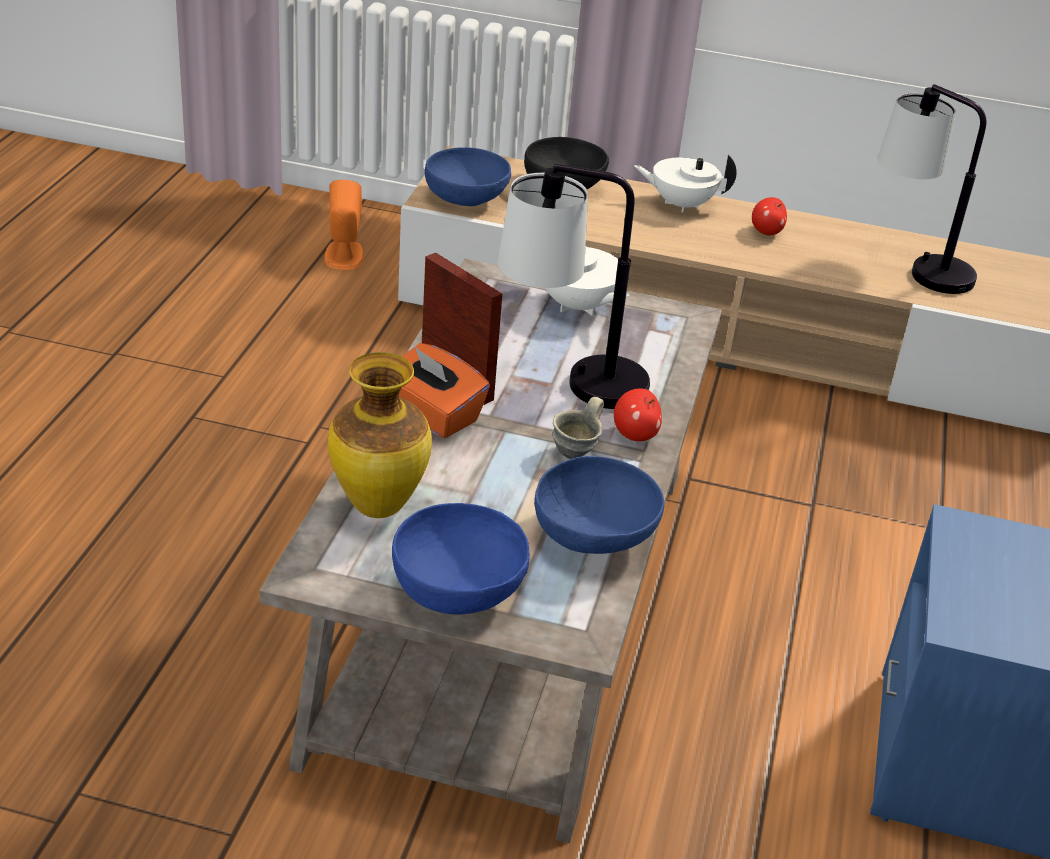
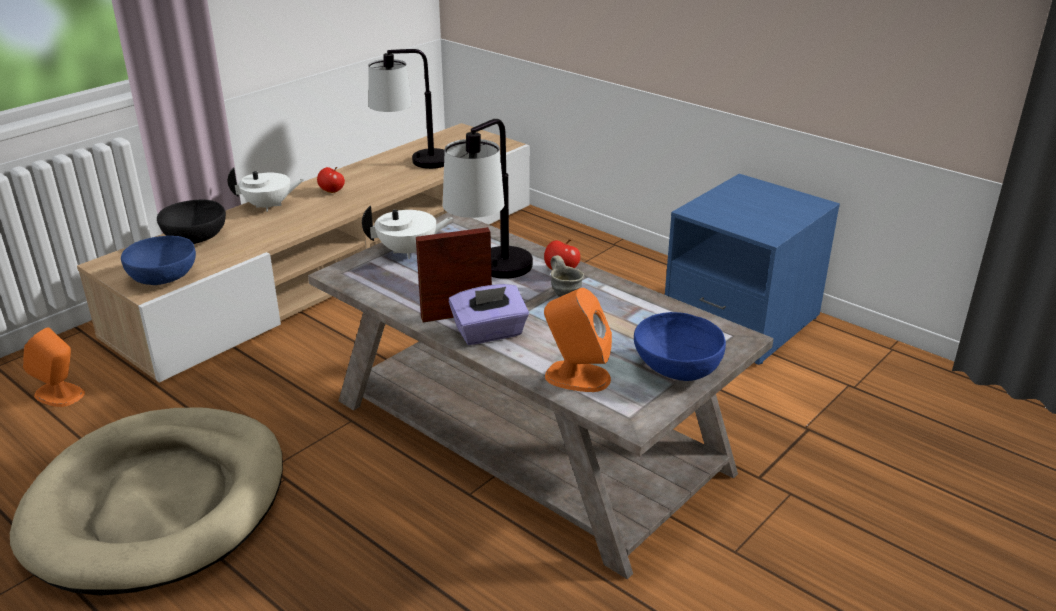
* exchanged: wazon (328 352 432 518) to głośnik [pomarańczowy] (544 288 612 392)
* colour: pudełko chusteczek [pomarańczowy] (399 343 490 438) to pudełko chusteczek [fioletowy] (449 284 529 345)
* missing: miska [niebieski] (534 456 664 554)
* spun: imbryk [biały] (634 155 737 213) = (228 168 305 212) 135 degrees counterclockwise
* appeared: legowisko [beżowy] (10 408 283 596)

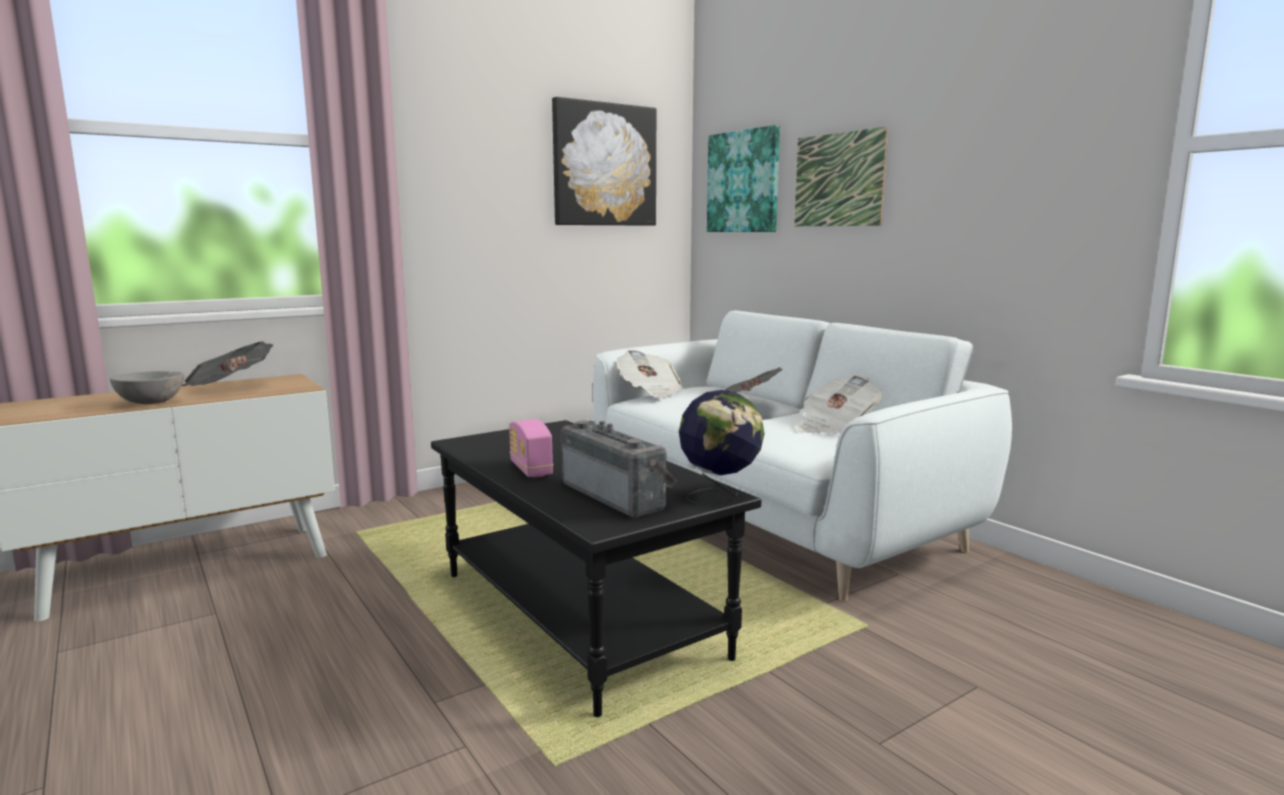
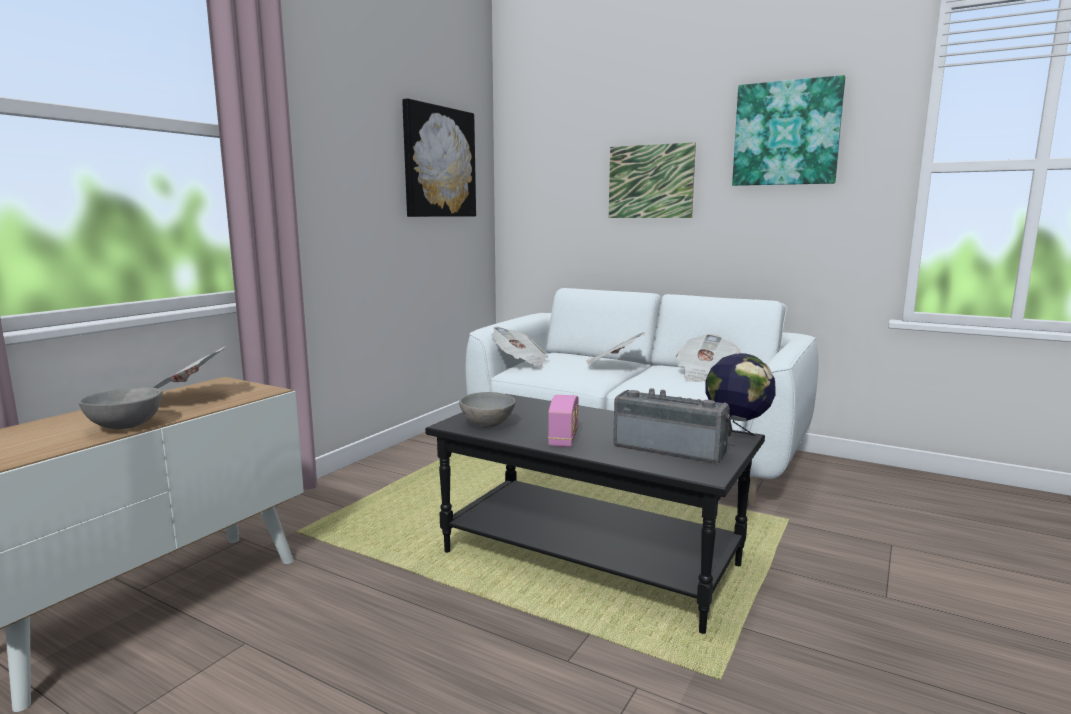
* spun: radio (509 419 553 477) = (548 395 579 447) 120 degrees counterclockwise
* relocated: obraz (707 125 780 232) to (732 75 845 186)
* appeared: miska [szary] (459 392 516 428)

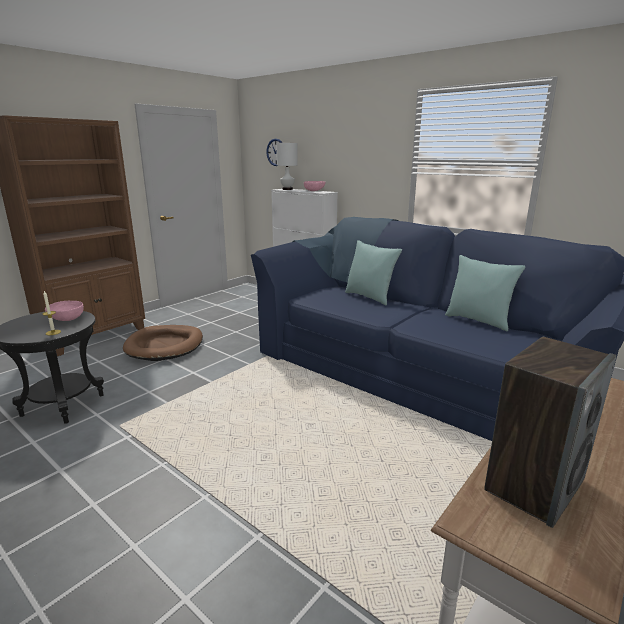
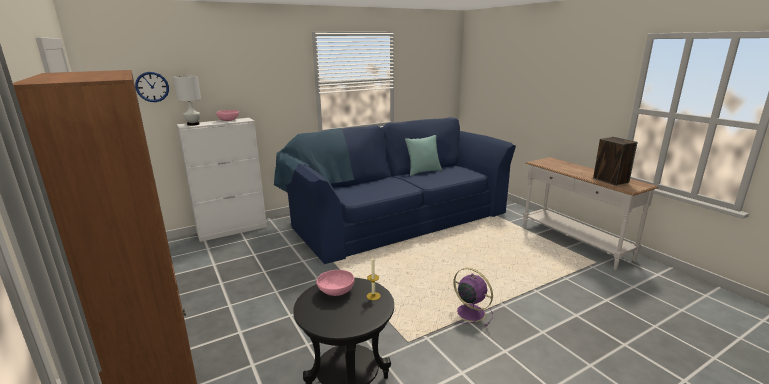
* missing: legowisko [brązowy] (123 325 203 361)
* missing: poduszka [turkusowy] (345 240 402 306)
* appeared: wentylator [fioletowy] (453 268 493 326)

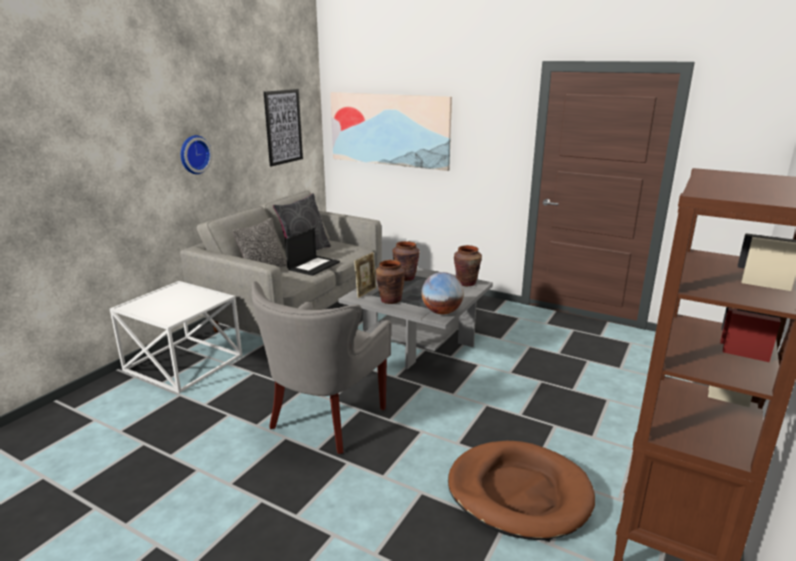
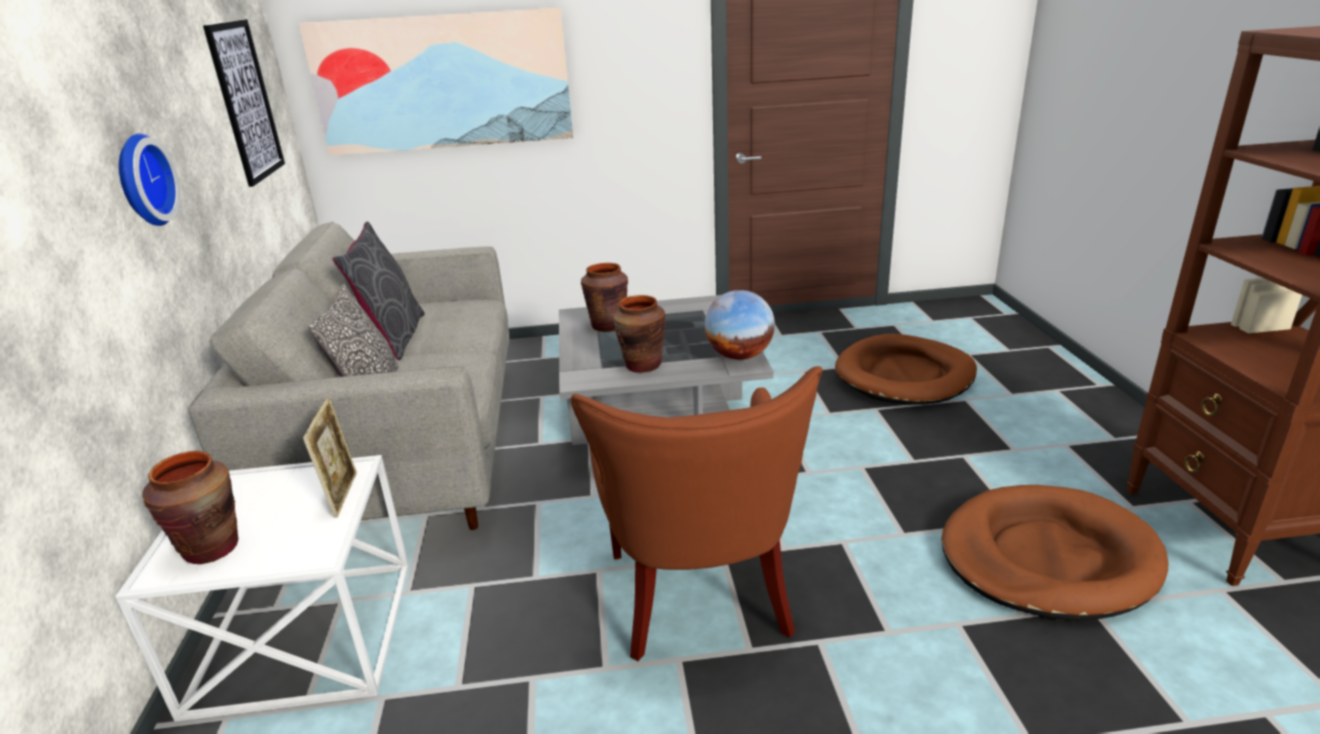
* colour: fotel [szary] (252 281 391 454) to fotel [brązowy] (571 366 822 661)
* missing: laptop (285 228 340 276)
* relocated: ramka na zdjęcie (354 252 376 298) to (303 398 357 518)
* relocated: wazon [brązowy] (454 245 482 286) to (142 451 238 564)
* appeared: legowisko [brązowy] (835 334 977 405)

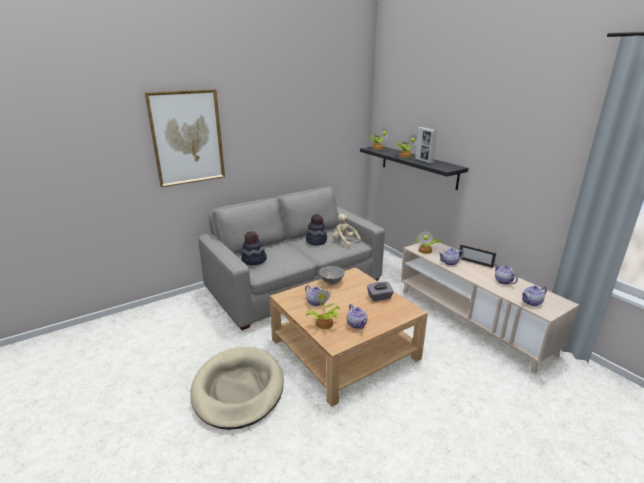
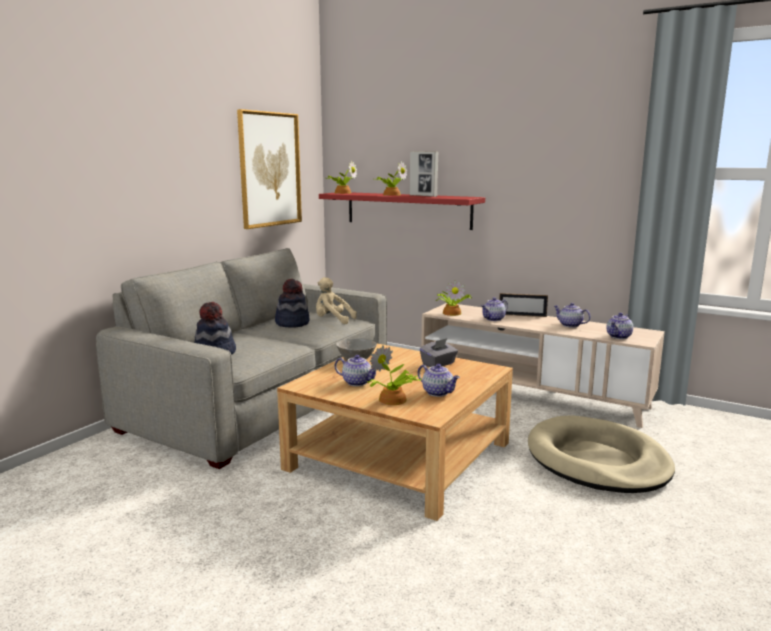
* relocated: obraz (145 89 225 187) to (237 109 302 229)
* relocated: legowisko [beżowy] (190 347 284 430) to (528 415 675 493)
* colour: półka [czarny] (360 146 469 190) to półka [czerwony] (319 192 485 230)

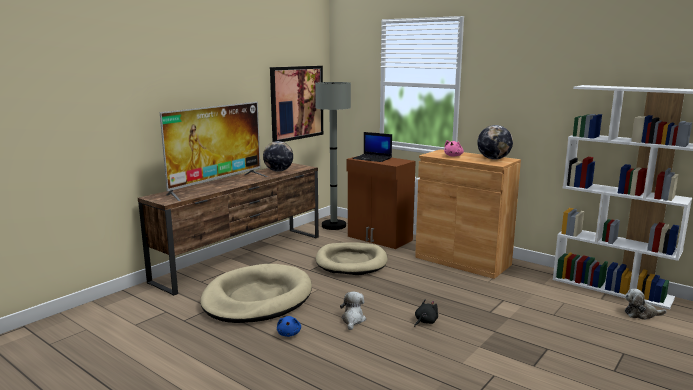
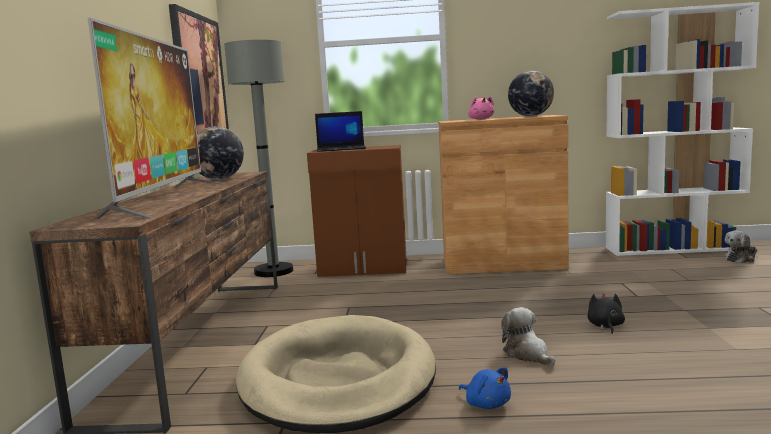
* missing: legowisko [beżowy] (316 242 388 275)

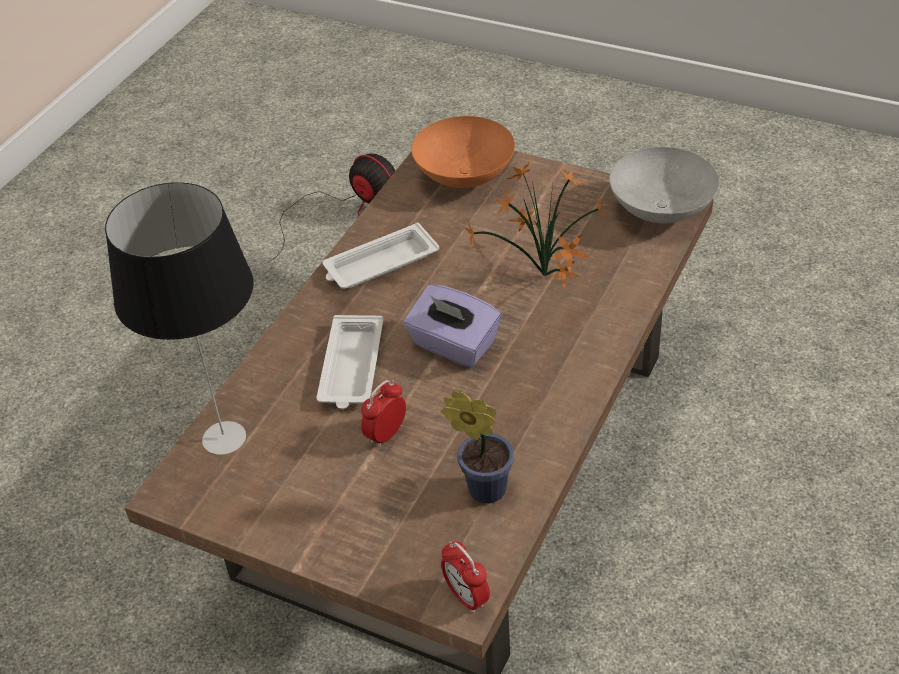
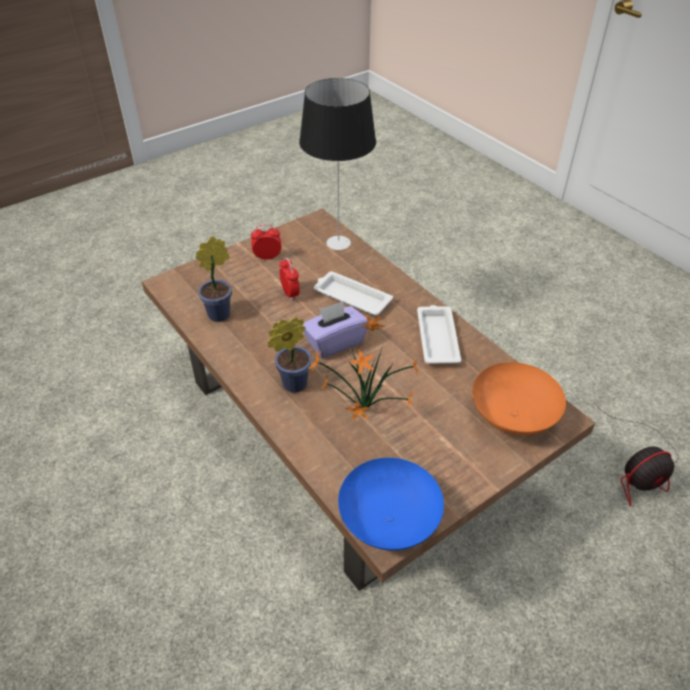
* relocated: budzik (441 541 490 613) to (251 224 282 260)
* colour: miska [szary] (609 147 719 223) to miska [niebieski] (338 458 444 551)
* appeared: roślina doniczkowa (268 317 312 393)

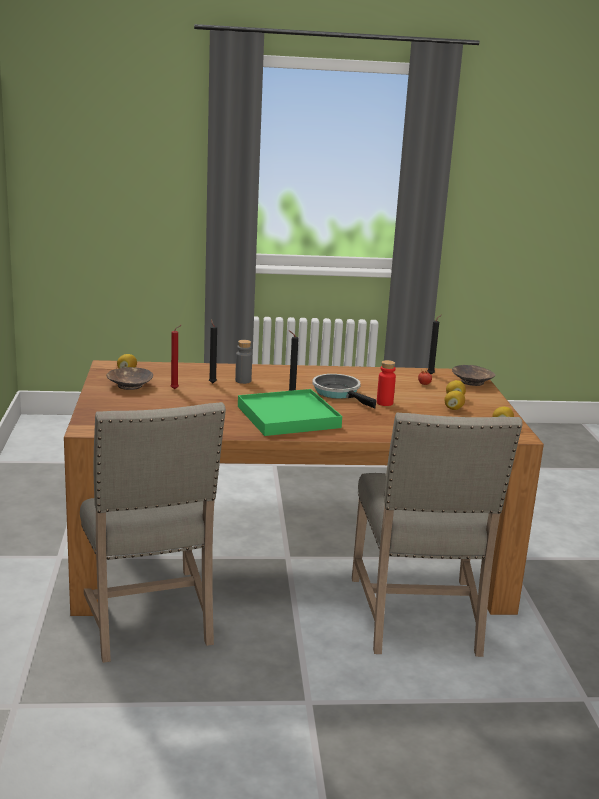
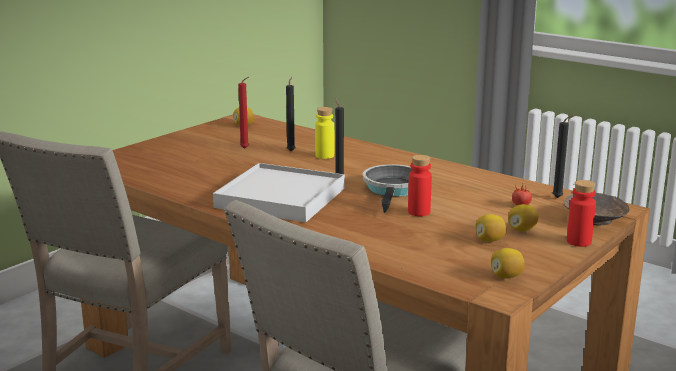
* missing: miska [brązowy] (107 367 153 390)
* colour: butelka [szary] (235 340 252 384) to butelka [żółty] (315 107 334 159)
* colour: taca [zielony] (238 389 342 436) to taca [biały] (213 163 345 222)
* appeared: butelka [czerwony] (567 180 596 247)

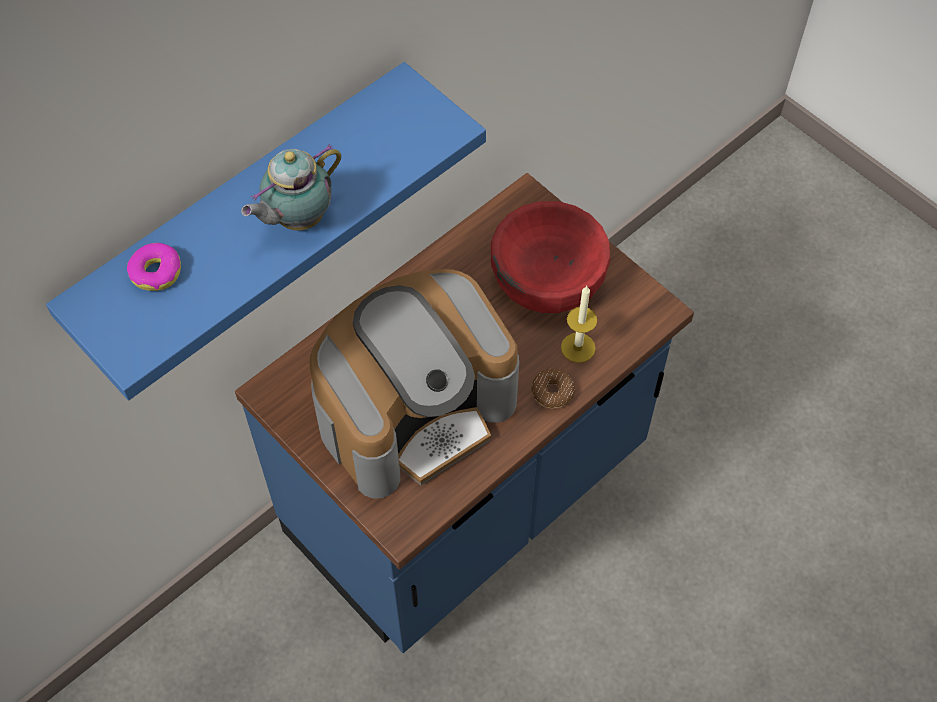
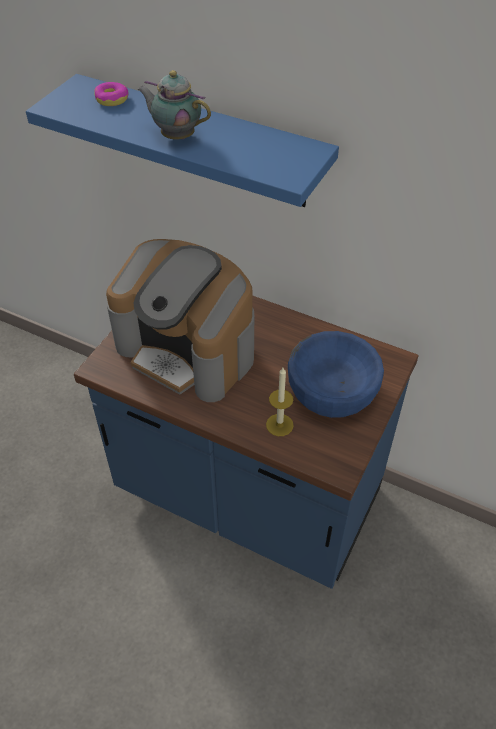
* colour: miska [czerwony] (491 201 610 313) to miska [niebieski] (288 331 384 418)
* missing: donut (531 369 575 409)

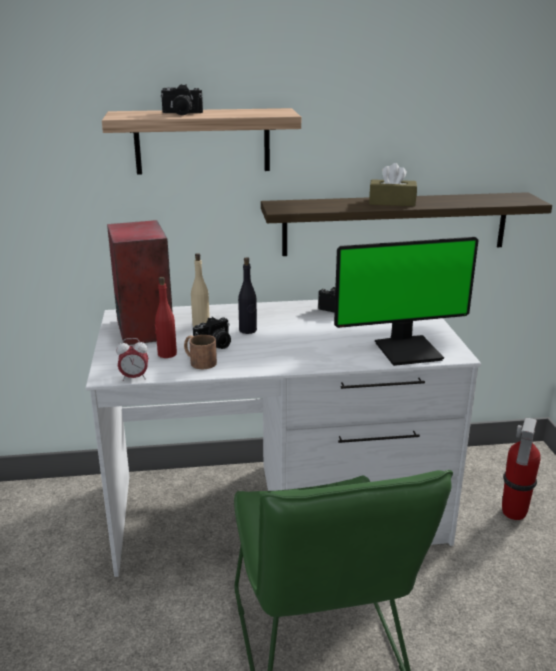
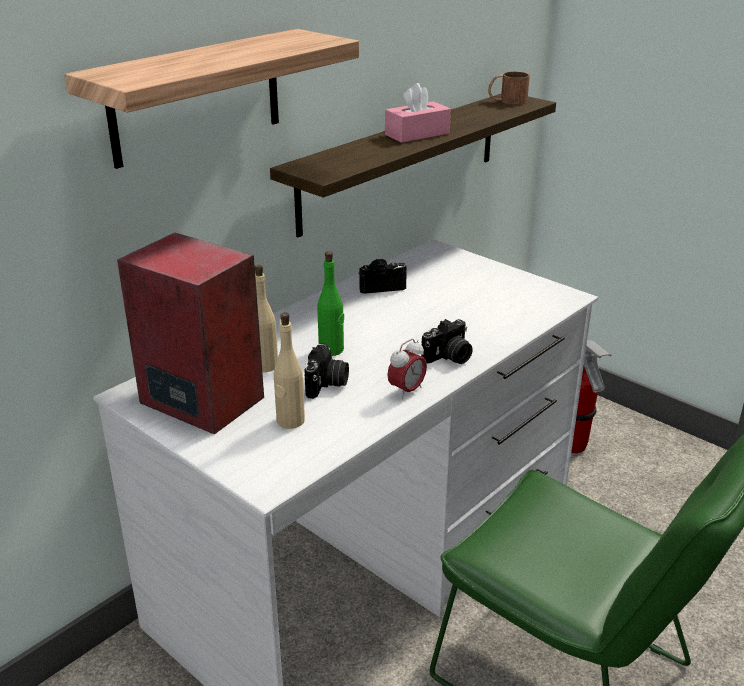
* relocated: budzik (116 338 148 381) to (387 339 427 400)
* colour: butelka [czerwony] (155 277 177 358) to butelka [beżowy] (274 313 305 429)
* relocated: aparat fotograficzny (160 84 203 115) to (421 319 473 364)
* relocated: kubek [brązowy] (184 335 217 369) to (488 72 530 105)
* colour: butelka [czarny] (238 257 257 334) to butelka [zielony] (317 251 344 356)
* missing: monitor (334 237 479 366)
* colour: pudełko chusteczek [brązowy] (369 163 417 206) to pudełko chusteczek [różowy] (385 83 451 143)

